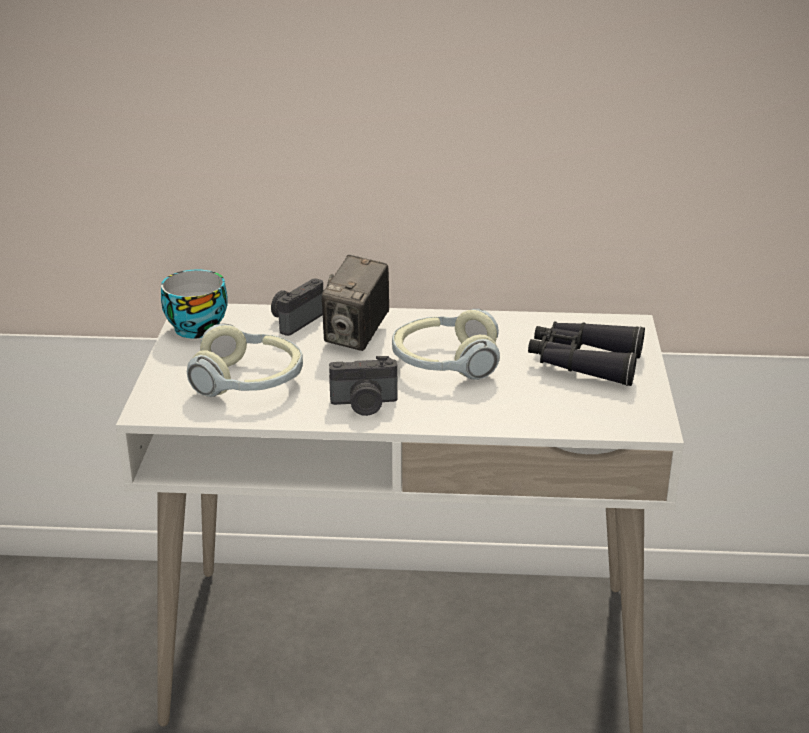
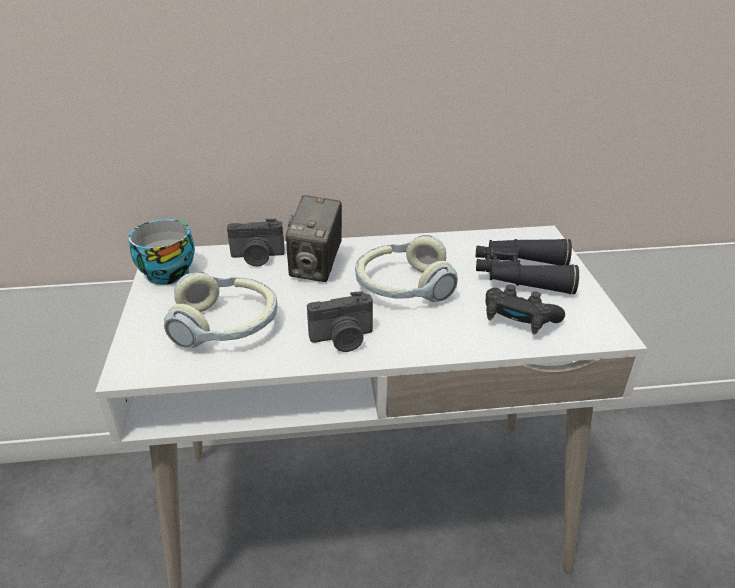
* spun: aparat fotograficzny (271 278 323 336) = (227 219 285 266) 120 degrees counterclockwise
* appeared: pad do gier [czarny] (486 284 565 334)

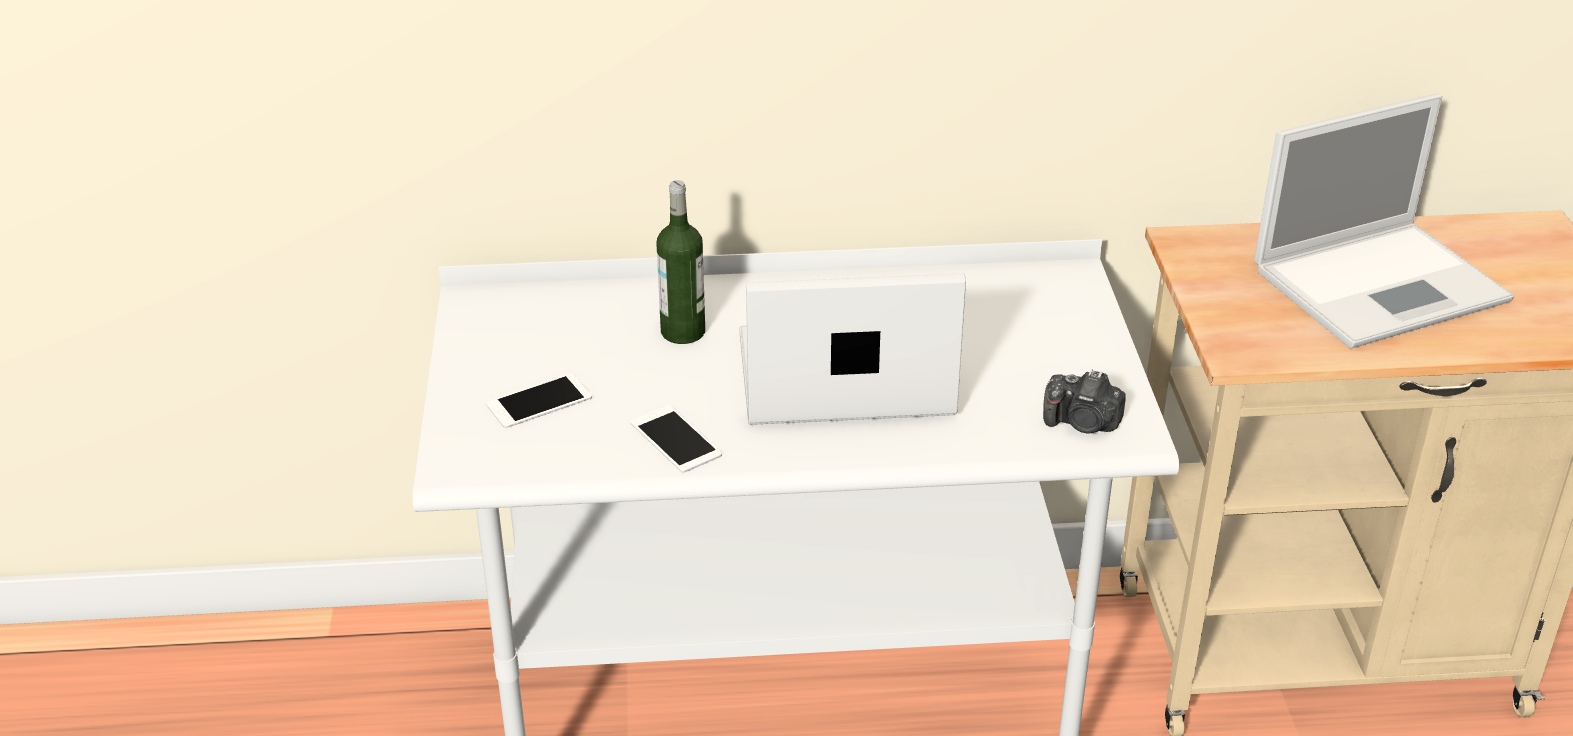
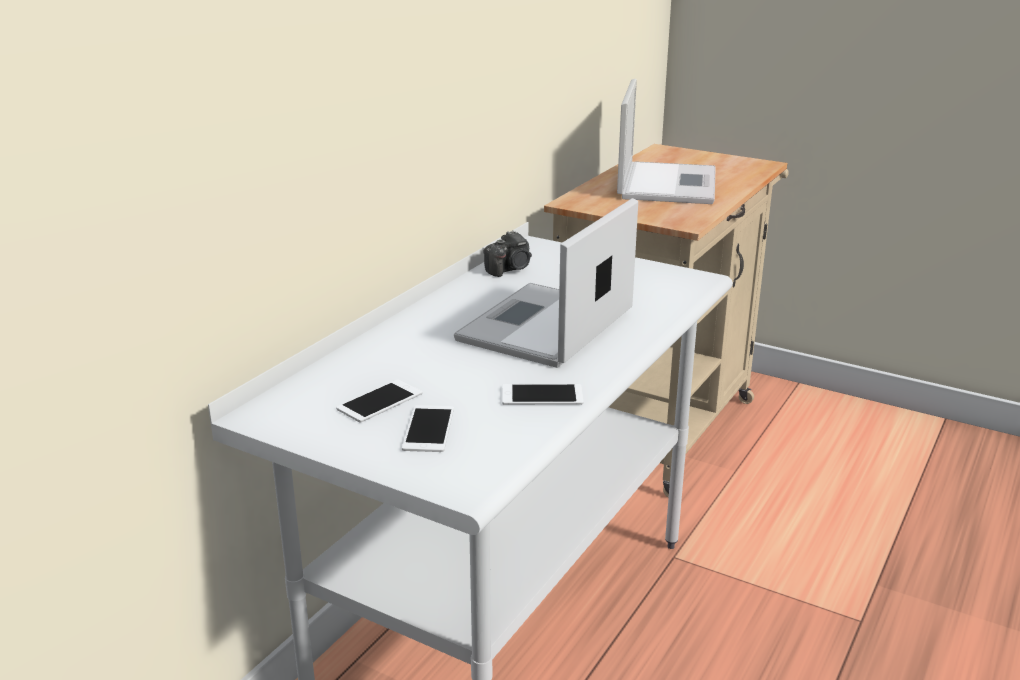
* missing: butelka (657 180 705 344)
* relocated: aparat fotograficzny (1043 369 1126 434) to (483 230 532 277)
* appeared: telefon (336 379 422 423)

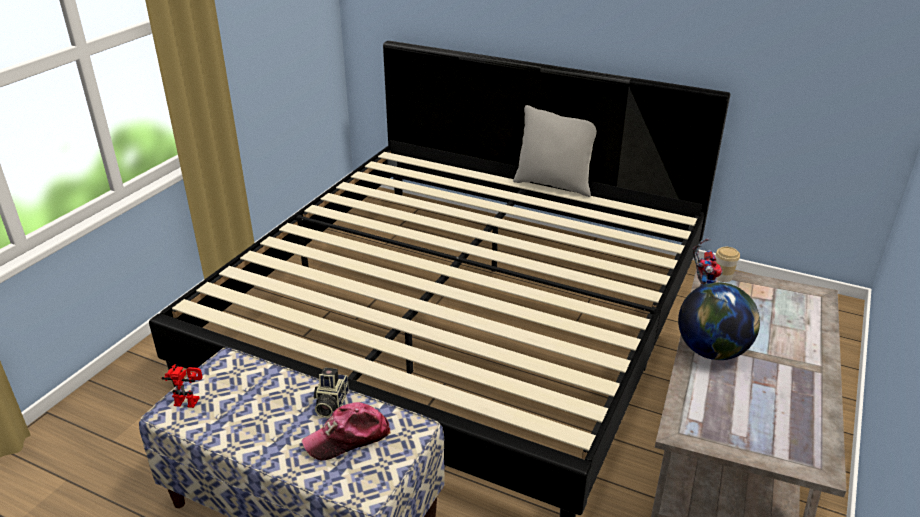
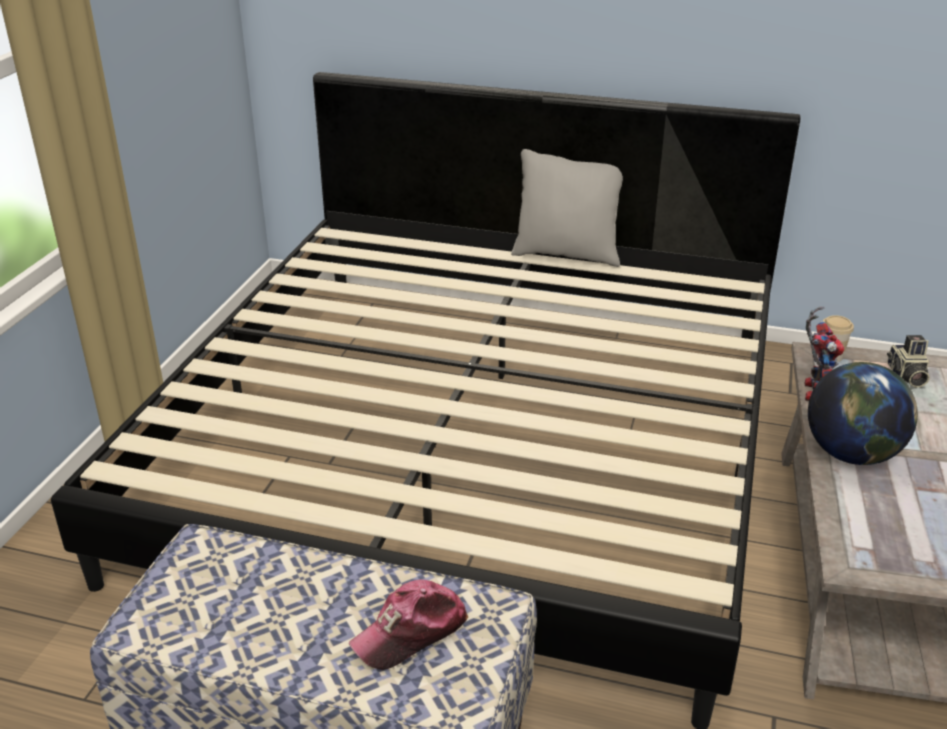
* missing: robot zabawkowy (162 364 203 408)
* relocated: aparat fotograficzny (314 368 349 417) to (887 335 930 388)

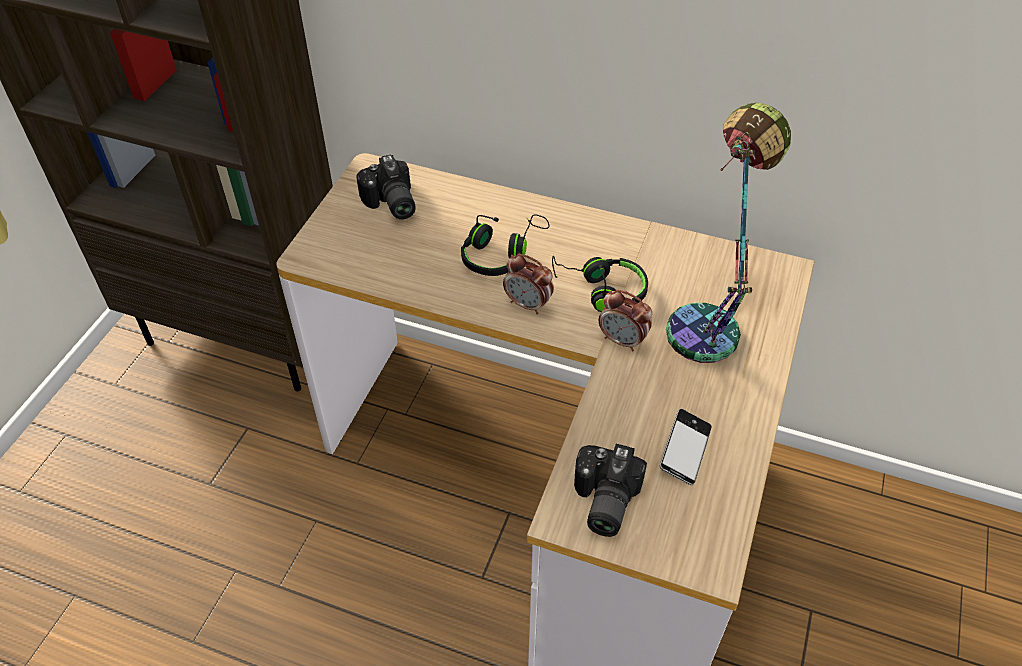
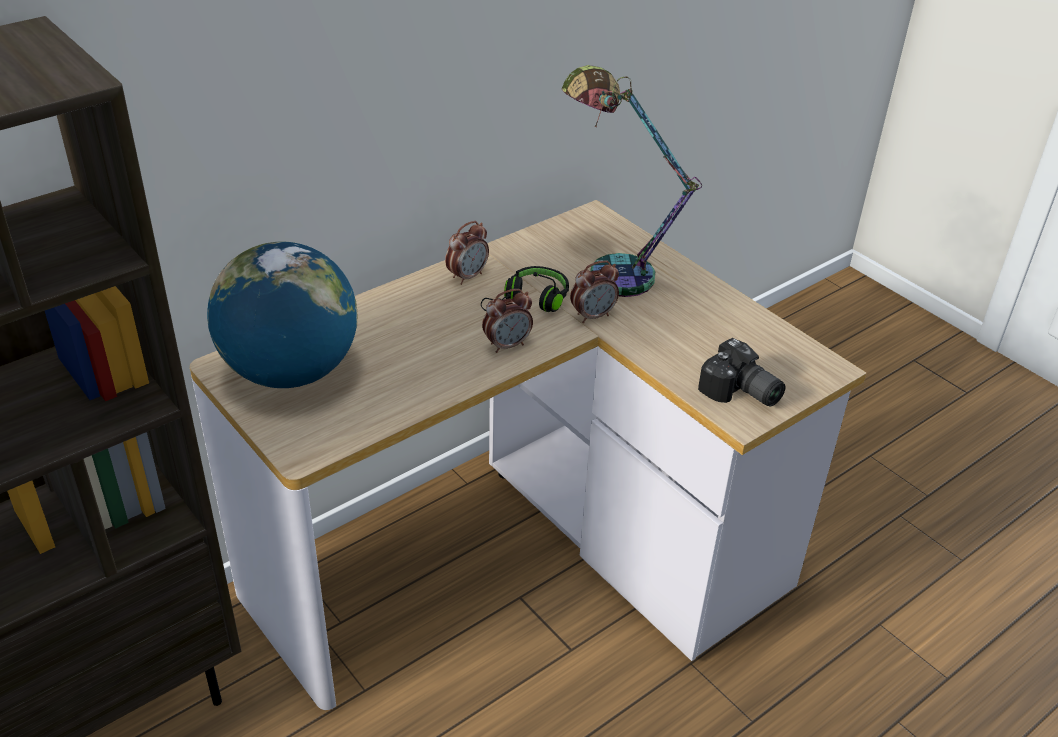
* exchanged: aparat fotograficzny (356 155 416 220) to globus (207 242 357 388)
* missing: słuchawki [czarny] (461 214 549 276)
* missing: telefon (660 409 712 485)
* appeared: budzik (445 221 489 285)

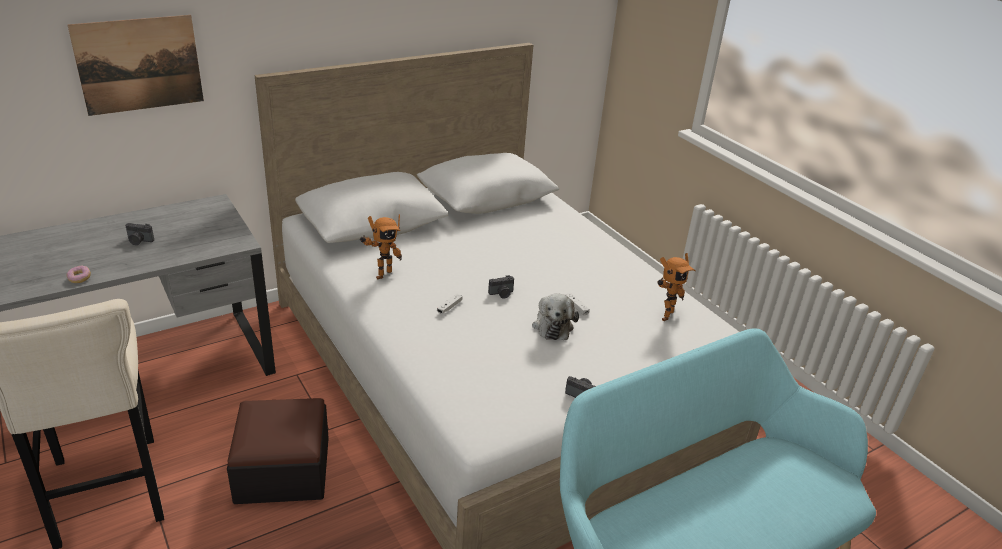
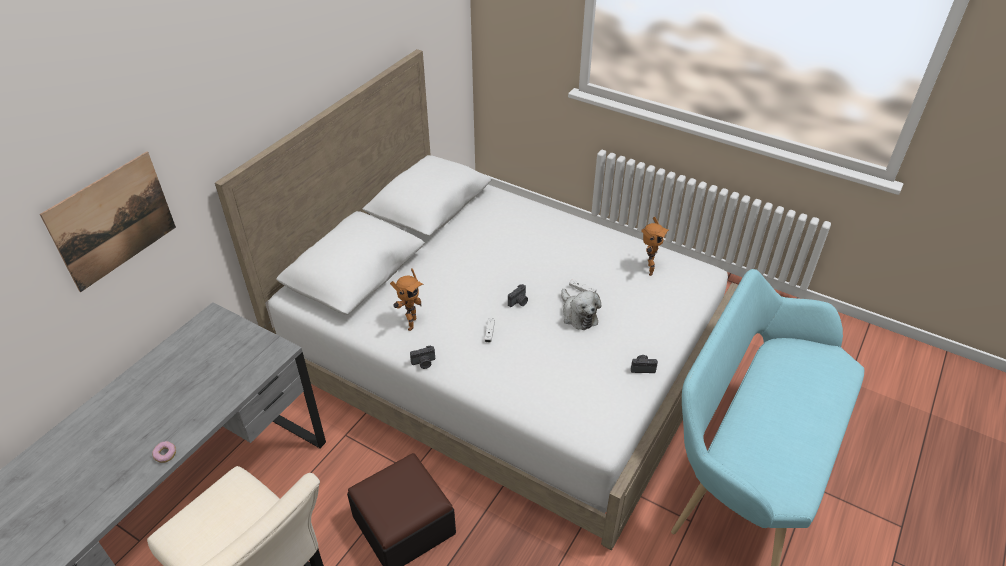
* relocated: aparat fotograficzny (125 223 154 245) to (410 346 435 369)

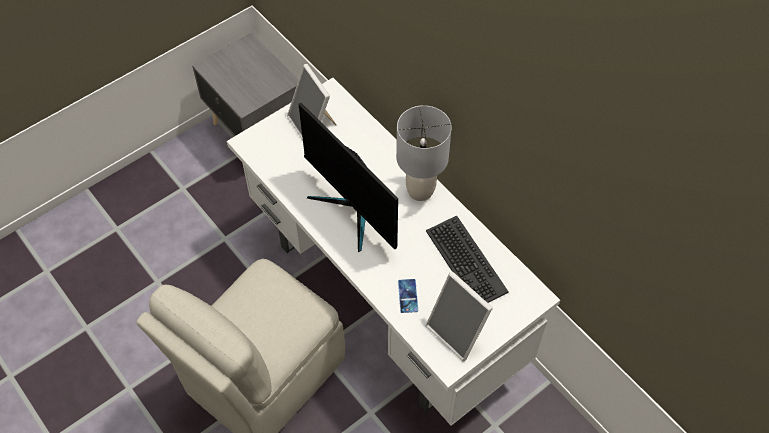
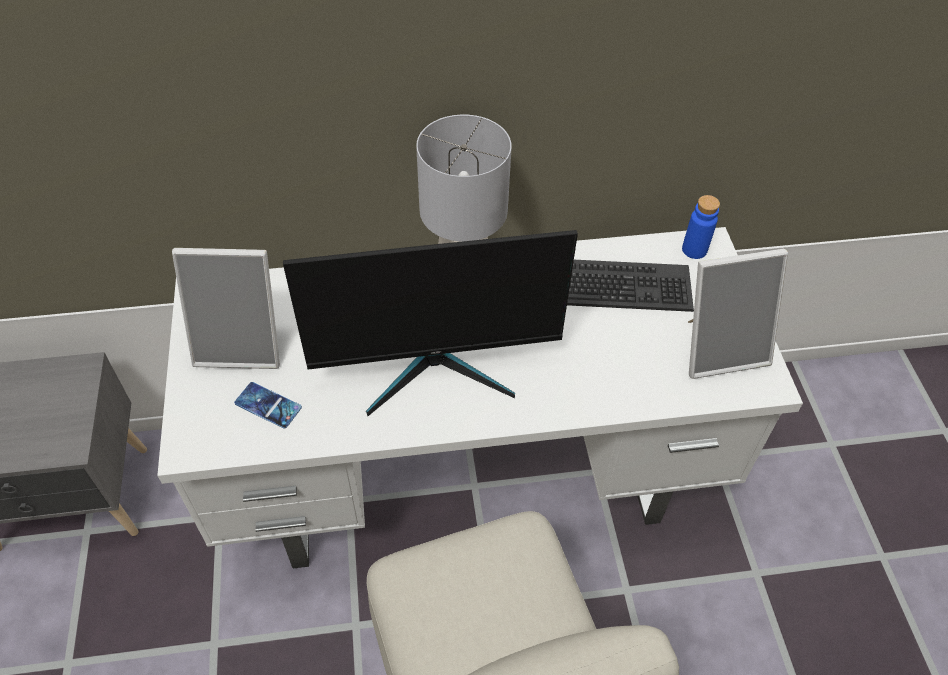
* relocated: telefon (398 279 418 313) to (234 382 302 429)
* appeared: butelka [niebieski] (682 195 720 259)

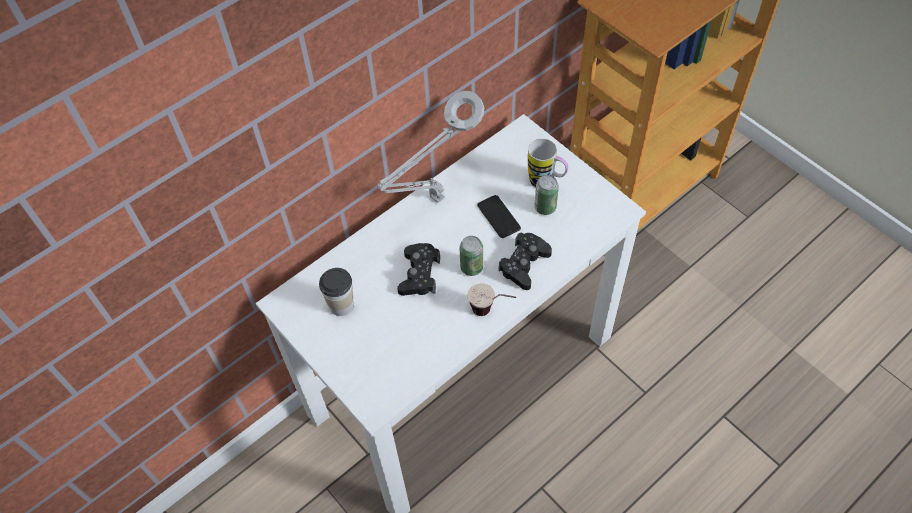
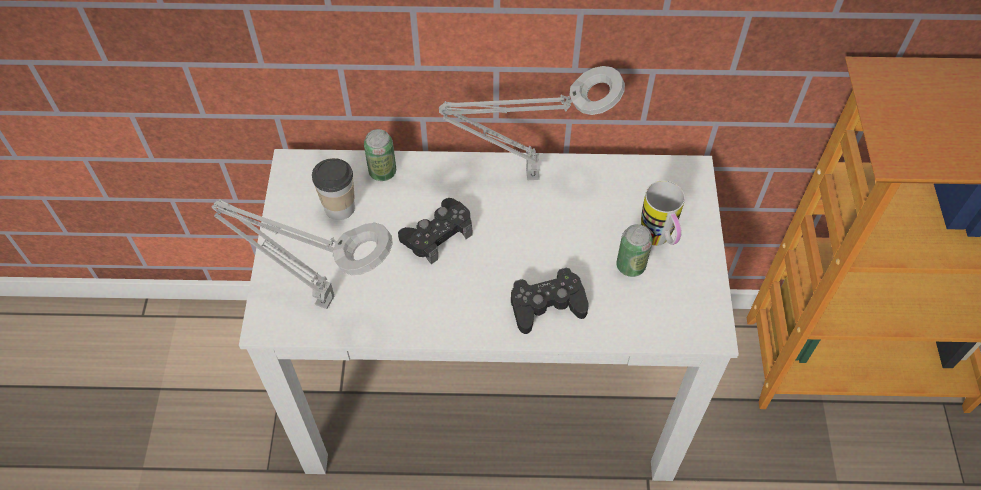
* relocated: puszka (460 236 483 276) to (364 129 396 181)
* missing: filiżanka (467 283 516 316)
* missing: telefon (477 195 521 238)
* appeared: lampa stołowa [szary] (211 199 393 309)

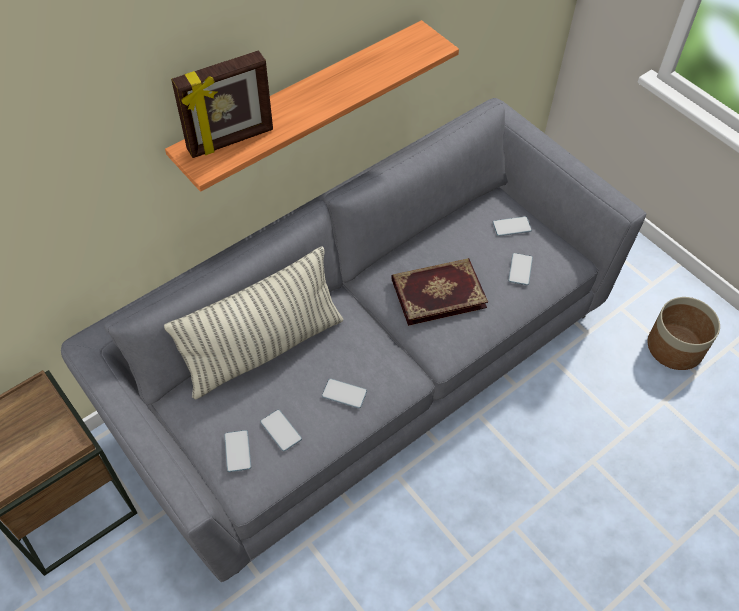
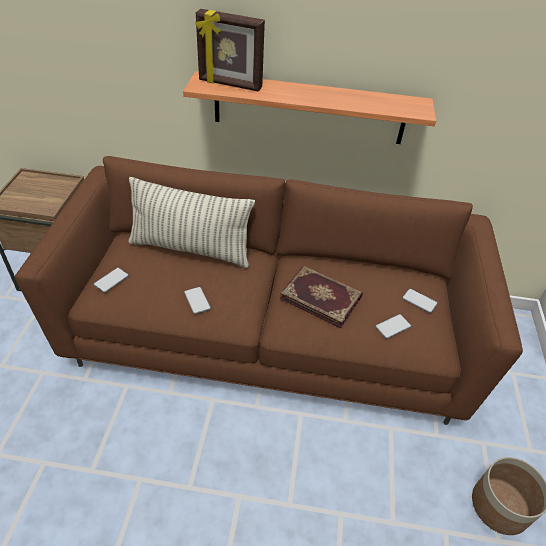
* colour: kanapa [szary] (61 98 646 582) to kanapa [brązowy] (15 156 523 425)
* missing: telefon (260 409 302 452)

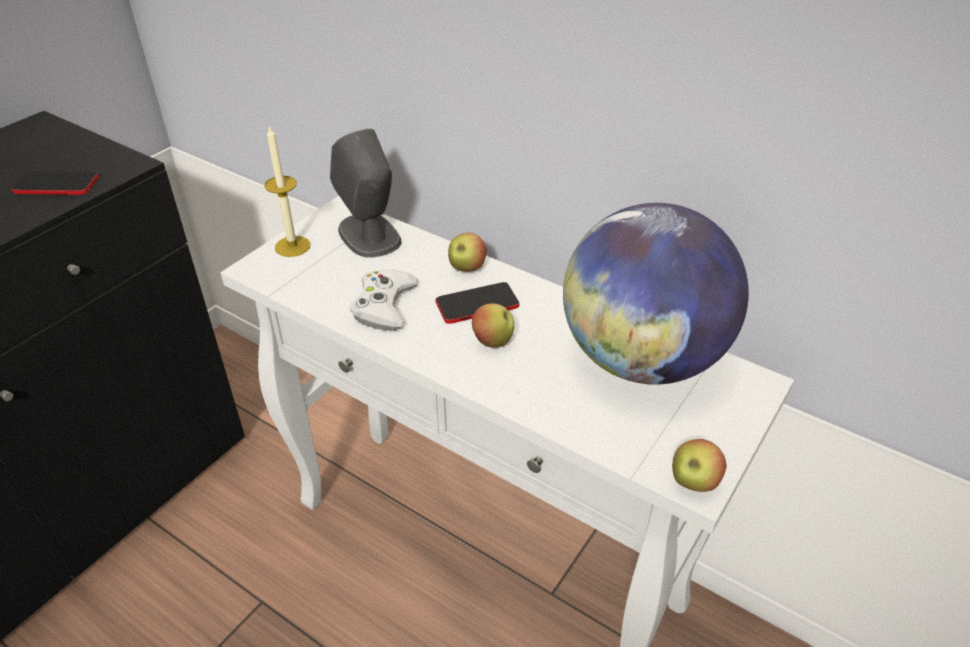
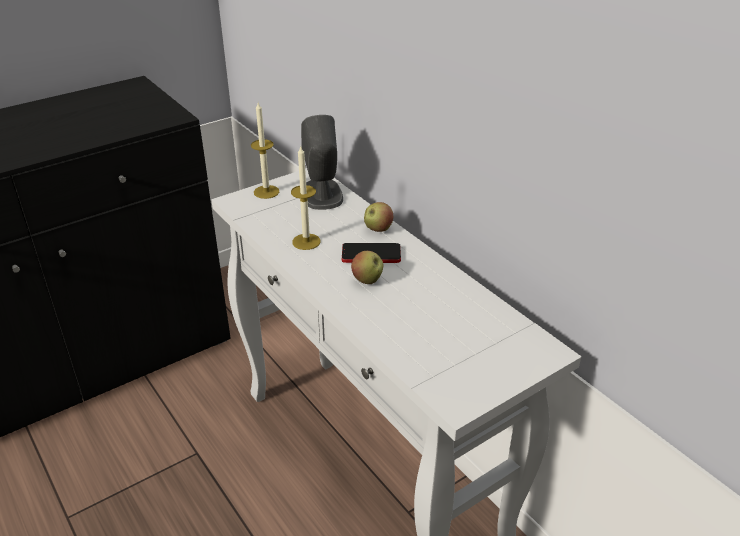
* missing: telefon (12 171 99 195)
* exchanged: pad do gier [biały] (350 269 418 331) to świeca (291 145 321 250)
* missing: globus (563 203 749 384)
* missing: jabłko (672 439 727 492)

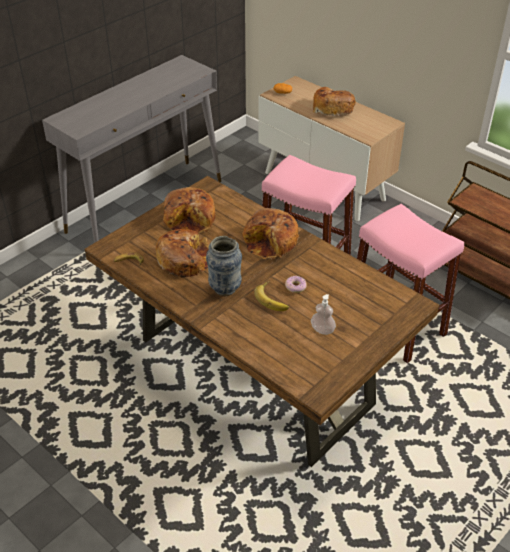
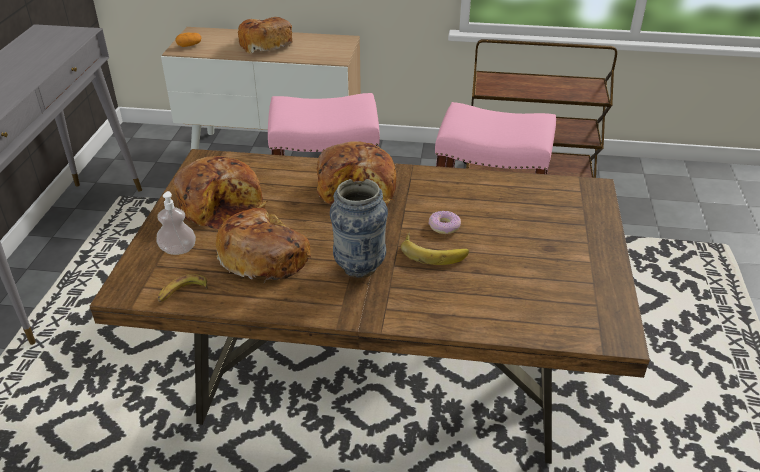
* relocated: dozownik mydła (311 294 336 335) to (156 191 196 255)

